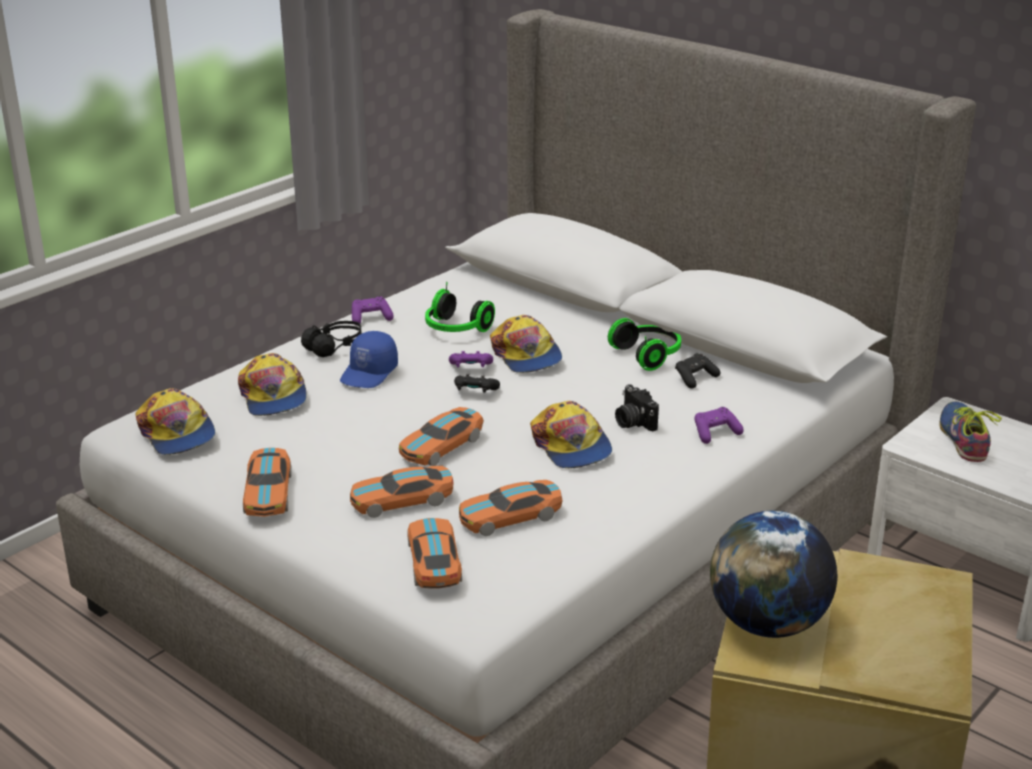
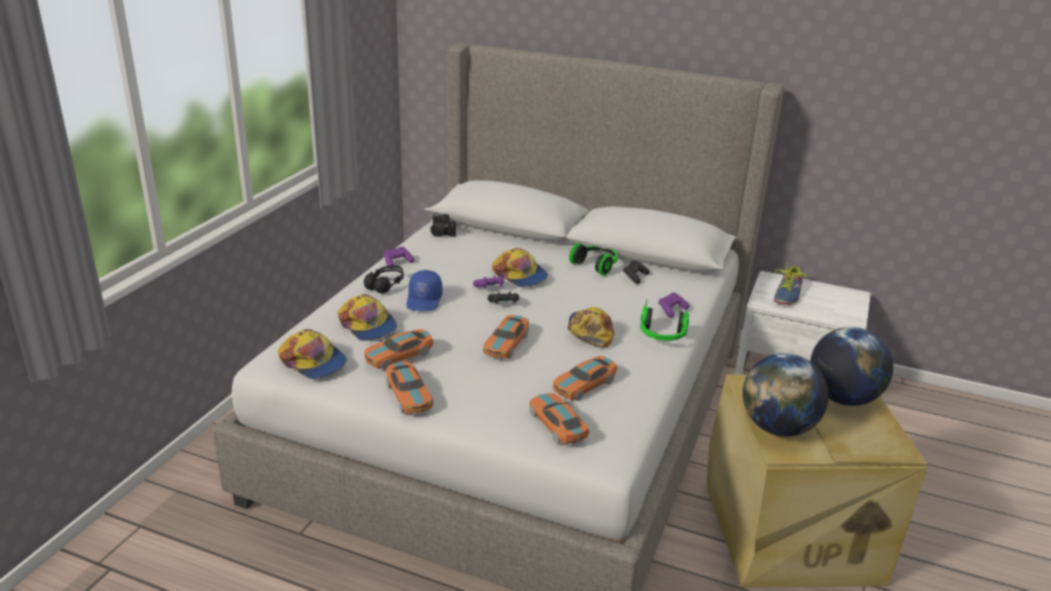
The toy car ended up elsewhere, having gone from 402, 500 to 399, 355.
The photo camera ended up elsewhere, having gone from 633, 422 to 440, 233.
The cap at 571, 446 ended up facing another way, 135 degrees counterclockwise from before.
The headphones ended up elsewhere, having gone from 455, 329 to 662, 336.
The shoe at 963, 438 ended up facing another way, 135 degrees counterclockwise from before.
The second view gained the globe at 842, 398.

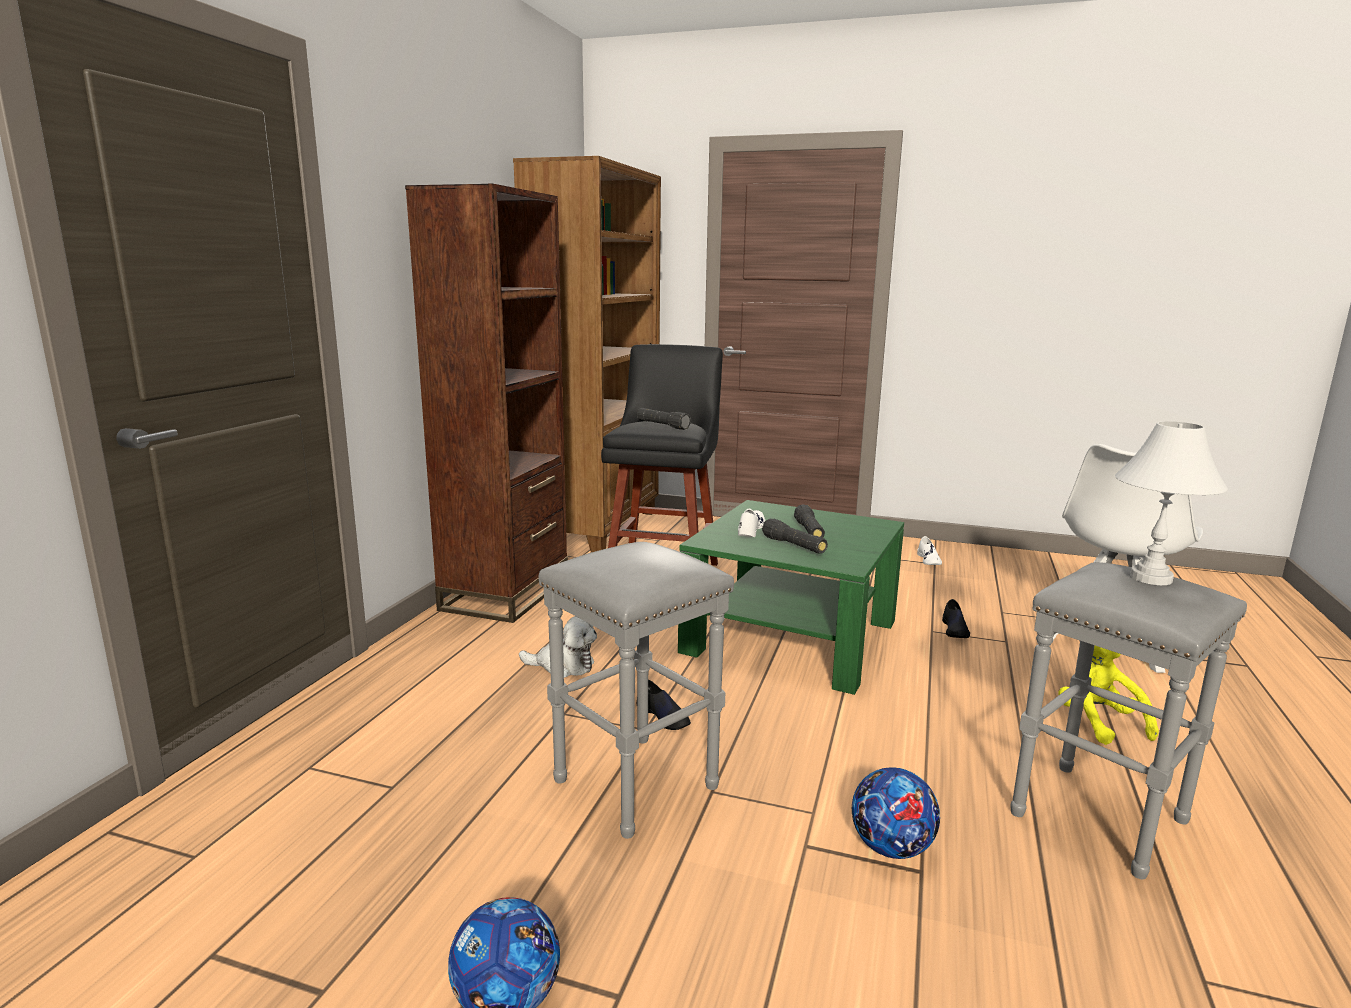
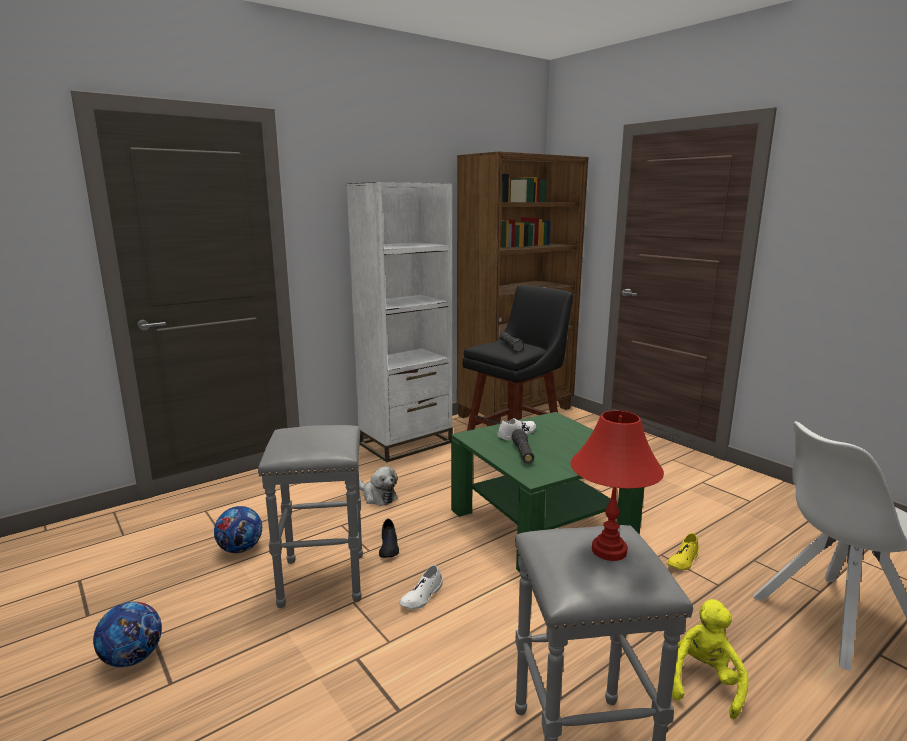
The football ended up elsewhere, having gone from 891, 848 to 240, 549.
What was the brown bookcase at 506, 594 turned into the white bookcase at 406, 443.
The white shoe ended up elsewhere, having gone from 929, 560 to 422, 596.
What was the white table lamp at 1150, 578 turned into the red table lamp at 608, 550.
What was the black shoe at 955, 630 turned into the yellow shoe at 683, 560.
The second view lost the black flashlight at 809, 532.

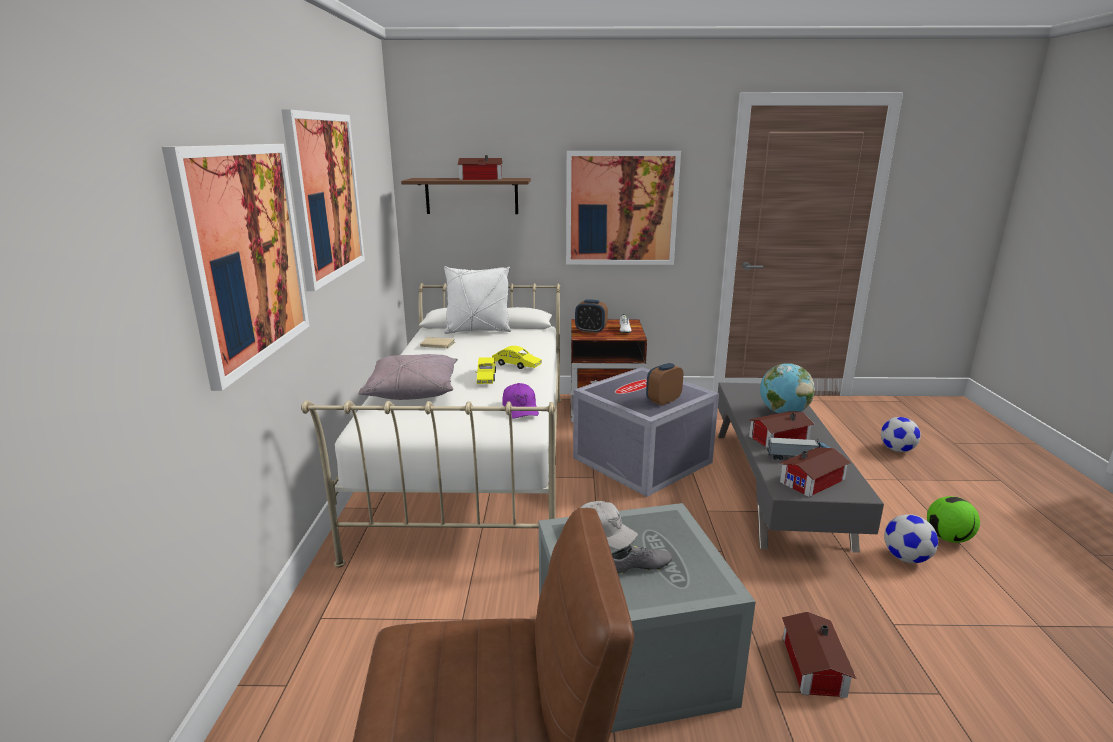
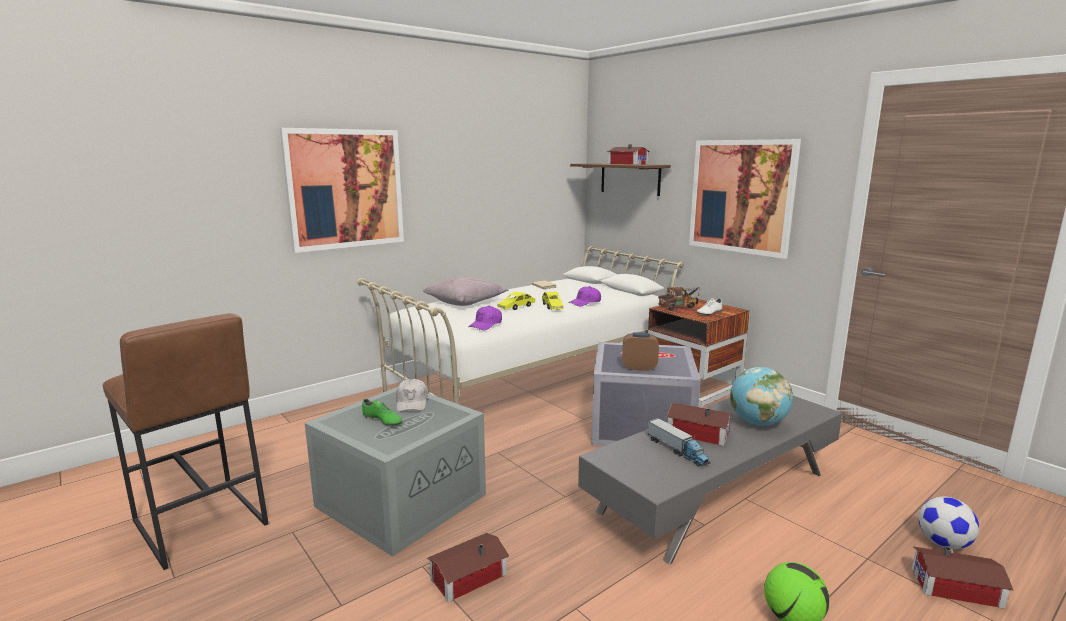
What was the grey shoe at 637, 568 turned into the green shoe at 382, 421.
The second view gained the purple cap at 585, 303.
Where the alarm clock stood at 590, 331, the toy truck came to stand at 680, 307.
The toy house ended up elsewhere, having gone from 814, 481 to 959, 589.
The second view lost the picture at 325, 196.
The second view lost the white pillow at 478, 331.
The second view lost the football at 906, 558.

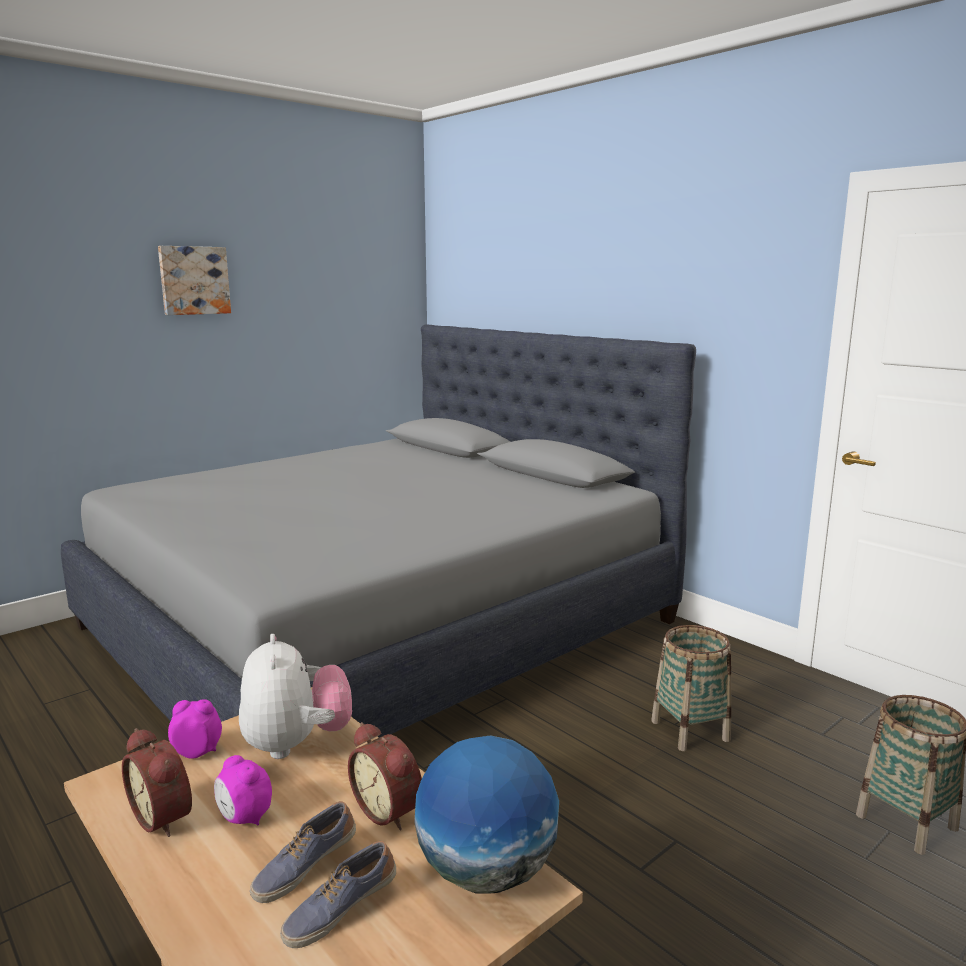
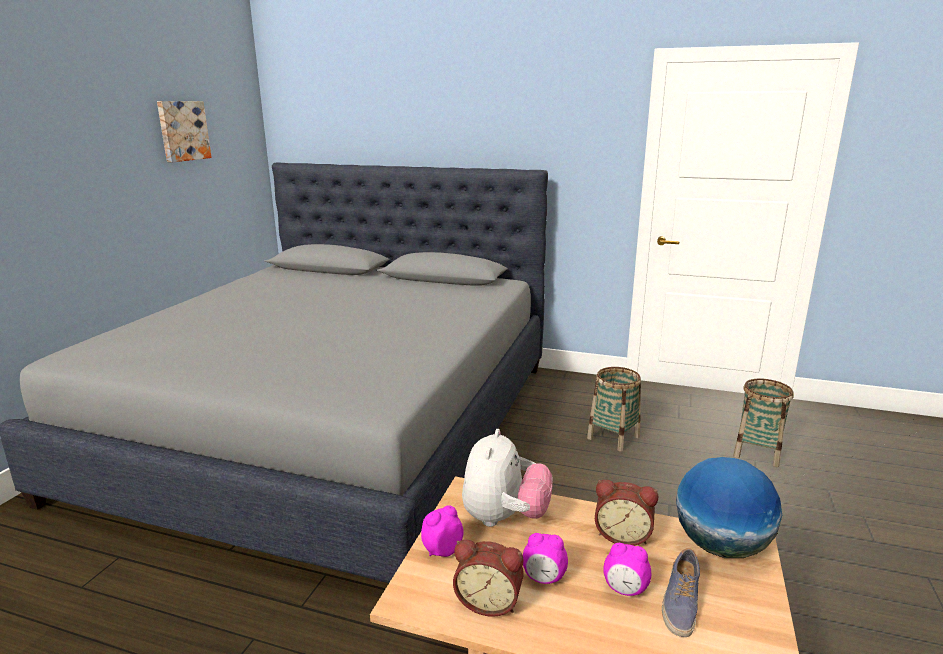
The picture ended up elsewhere, having gone from 194, 280 to 182, 131.
The plush toy at 296, 744 ended up facing another way, 60 degrees clockwise from before.
Where the shoe stood at 304, 867, the alarm clock came to stand at 625, 590.

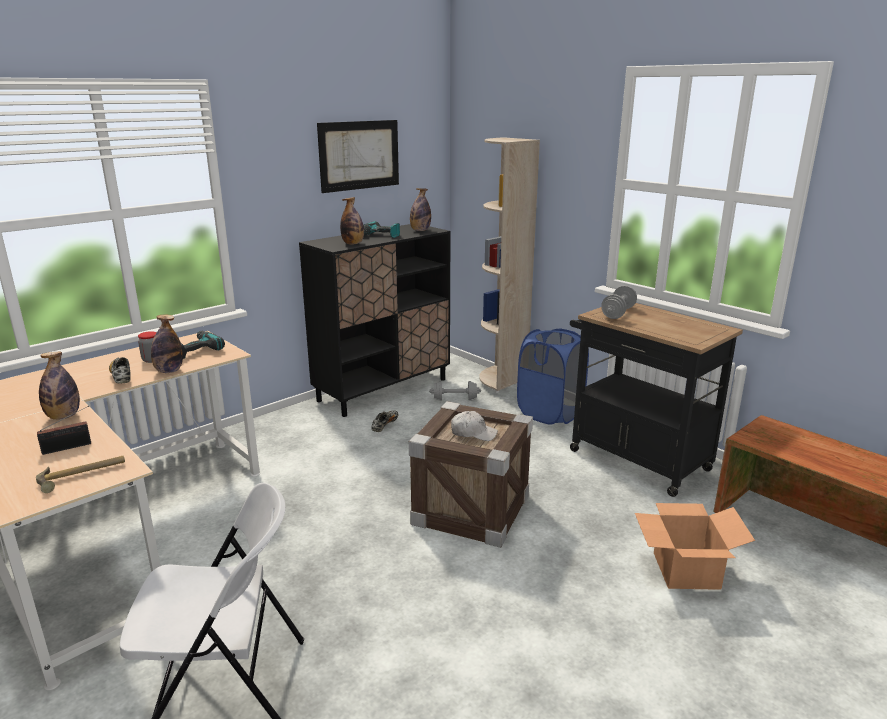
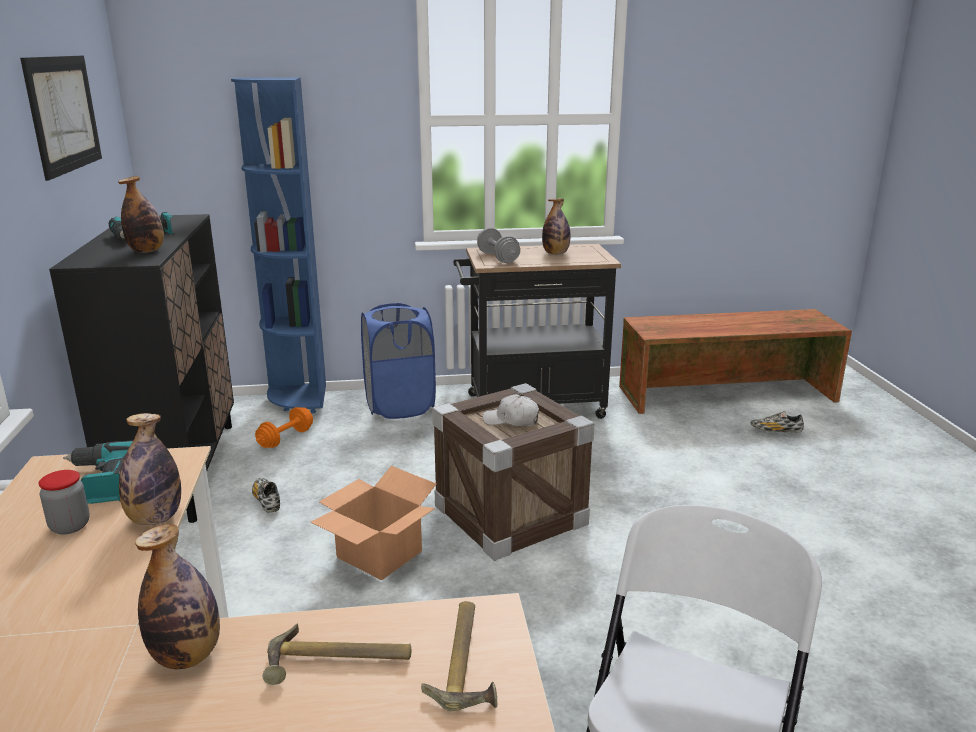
What was the beige bookcase at 498, 384 turned into the blue bookcase at 298, 404.
What was the grey dumbbell at 455, 399 turned into the orange dumbbell at 286, 438.
Where the radio stood at 70, 447, the hammer came to stand at 338, 662.
The cardboard box ended up elsewhere, having gone from 687, 571 to 380, 554.
The white cap at 473, 433 ended up facing another way, 120 degrees counterclockwise from before.
The bottle ended up elsewhere, having gone from 420, 230 to 555, 254.
The shoe ended up elsewhere, having gone from 121, 376 to 776, 431.

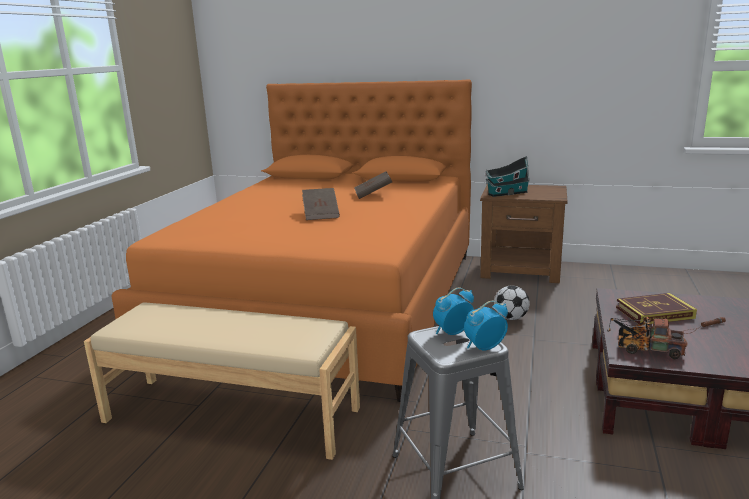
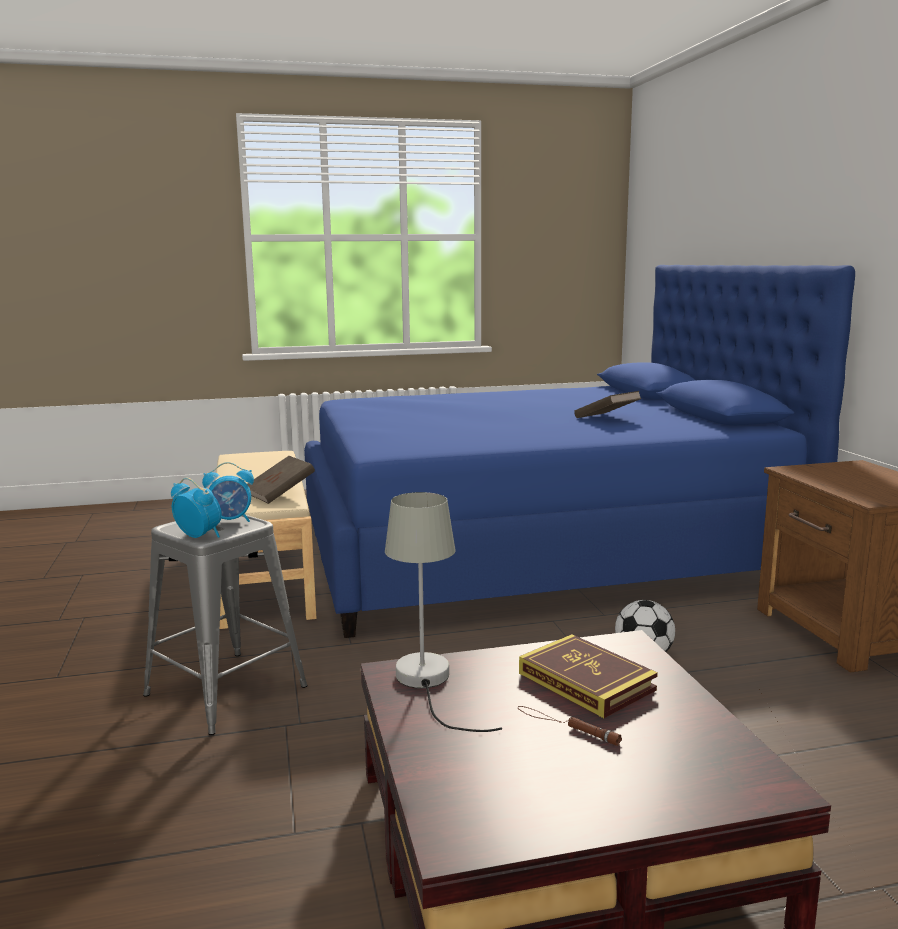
The alarm clock at 452, 332 ended up facing another way, 135 degrees clockwise from before.
The brown book ended up elsewhere, having gone from 321, 214 to 280, 494.
What was the orange bed at 329, 302 turned into the blue bed at 536, 548.
Where the toy truck stood at 644, 349, the grey table lamp came to stand at 428, 683.
The second view lost the toy house at 506, 193.

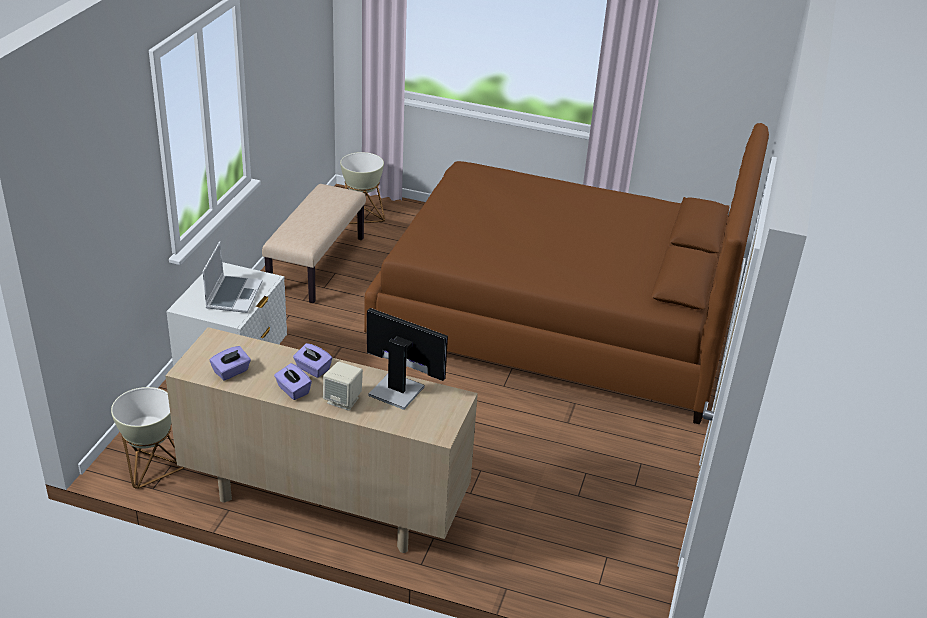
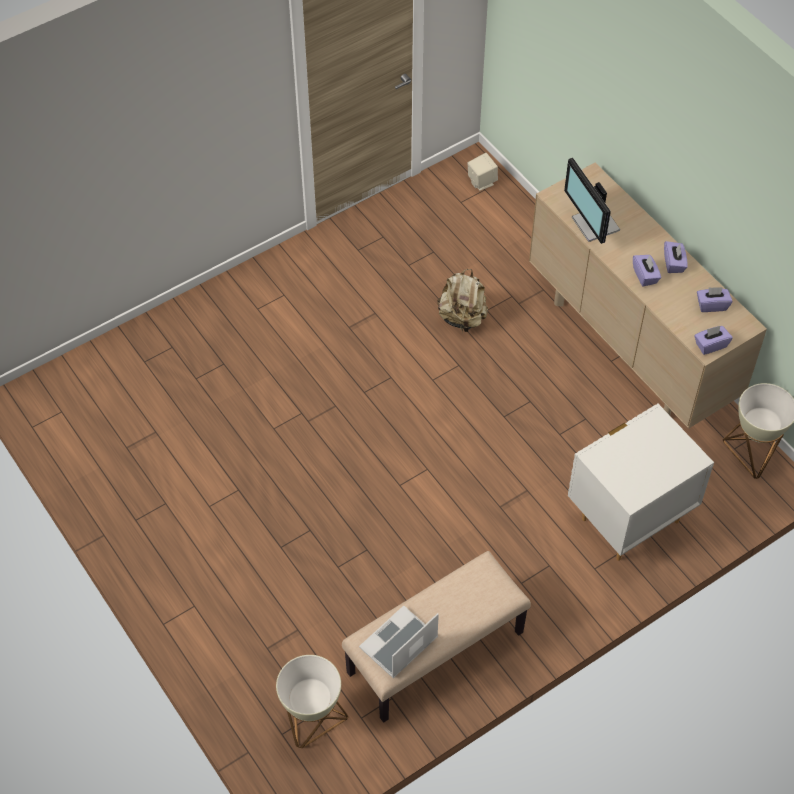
The laptop ended up elsewhere, having gone from 233, 295 to 398, 644.
The second view gained the beige backpack at 462, 318.
The beige speaker ended up elsewhere, having gone from 343, 400 to 481, 182.
The second view gained the purple tissue box at 710, 345.
The second view lost the brown bed at 557, 318.

